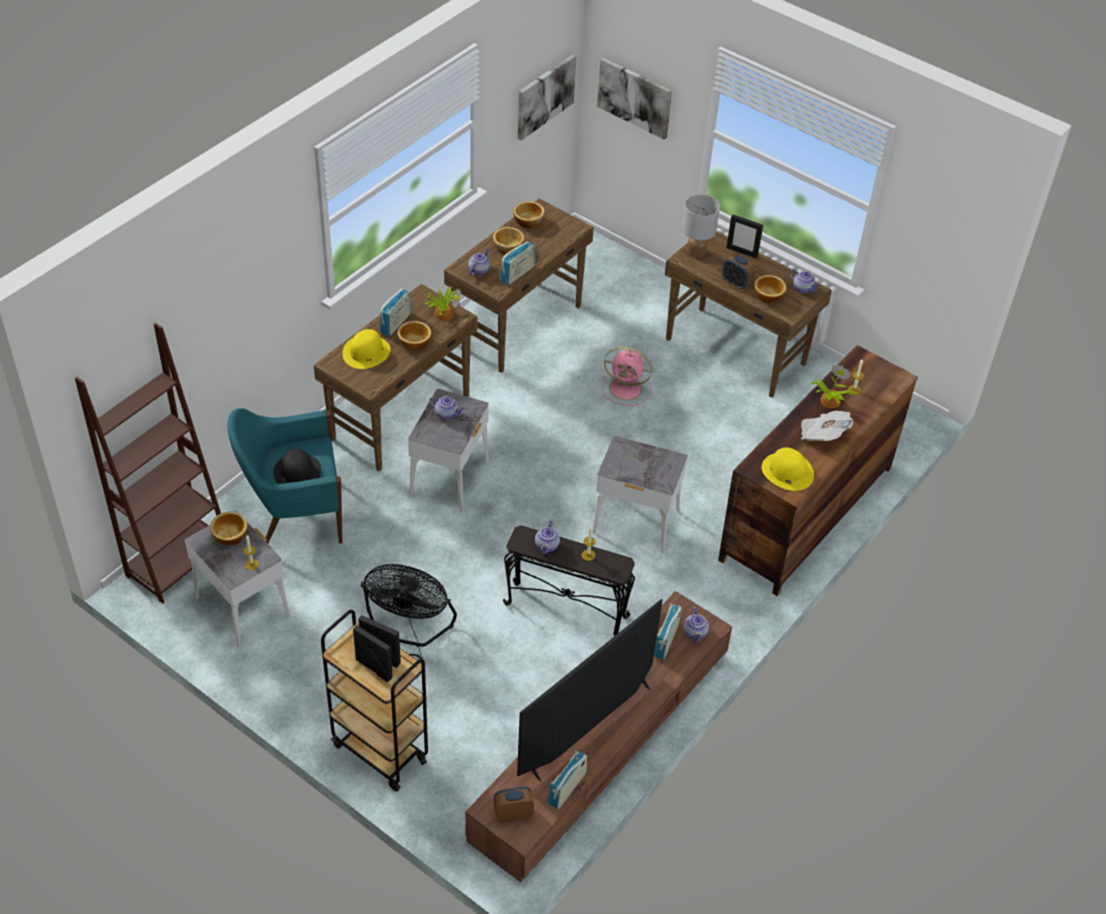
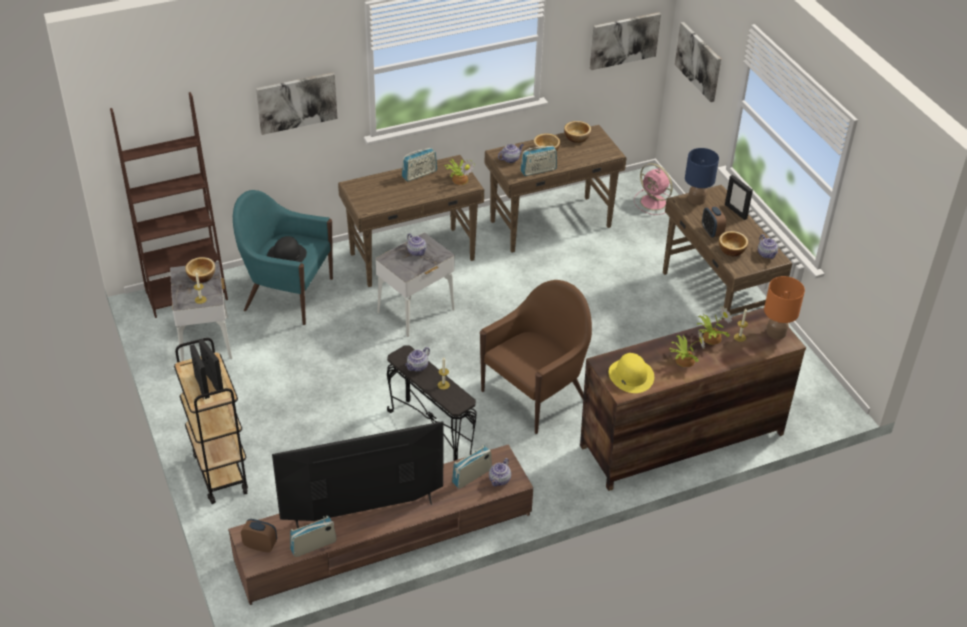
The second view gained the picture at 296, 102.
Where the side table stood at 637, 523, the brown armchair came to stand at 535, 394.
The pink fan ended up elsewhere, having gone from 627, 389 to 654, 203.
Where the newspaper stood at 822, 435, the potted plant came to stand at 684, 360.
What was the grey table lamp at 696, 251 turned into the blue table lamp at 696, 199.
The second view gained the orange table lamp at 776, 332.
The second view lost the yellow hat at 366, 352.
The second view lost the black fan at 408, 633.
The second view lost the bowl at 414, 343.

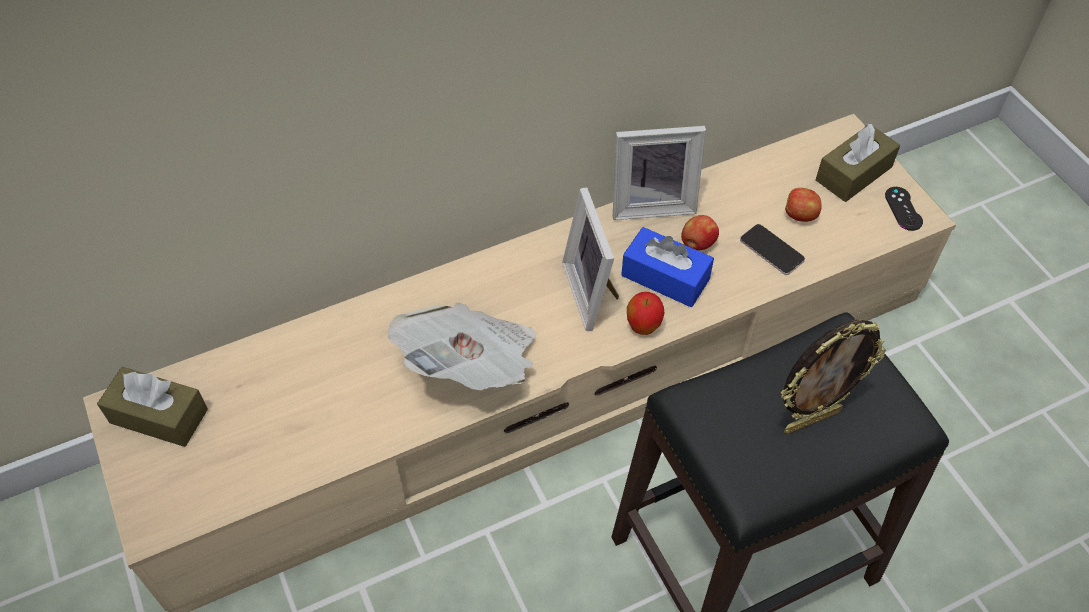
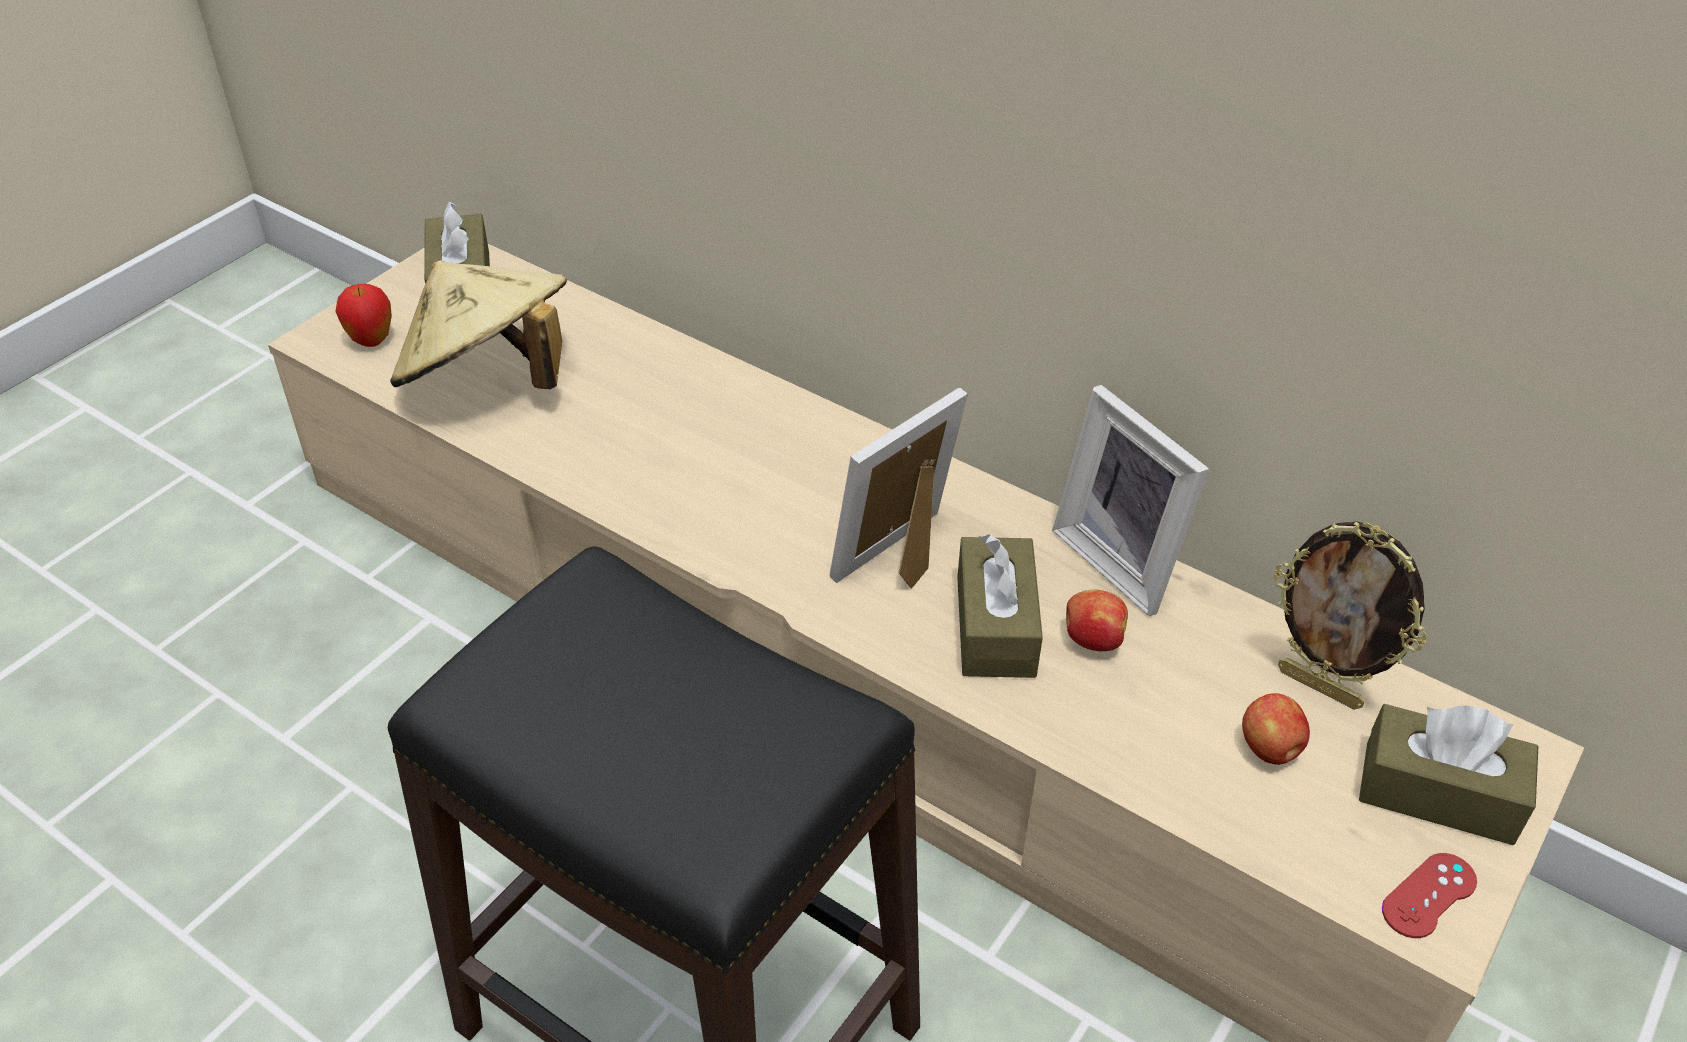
The apple ended up elsewhere, having gone from 643, 327 to 371, 341.
The second view gained the beige hat at 489, 381.
What was the blue tissue box at 665, 277 turned into the brown tissue box at 995, 626.
The picture frame ended up elsewhere, having gone from 811, 419 to 1320, 687.
What was the black game controller at 903, 209 turned into the red game controller at 1429, 895.
The second view lost the newspaper at 471, 365.
The second view lost the phone at 771, 250.

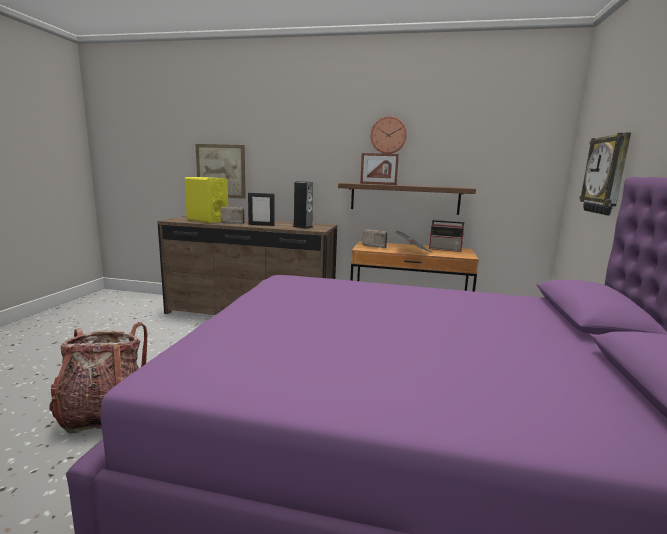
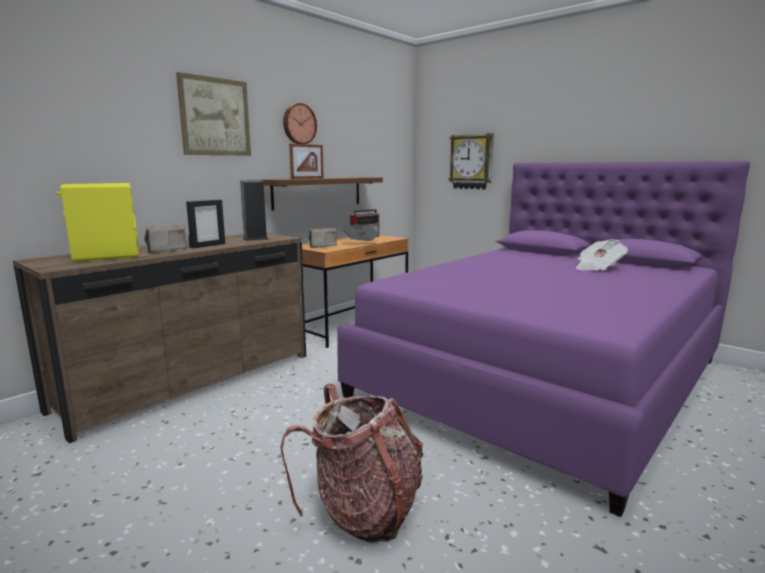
The picture ended up elsewhere, having gone from 221, 171 to 215, 117.
The second view gained the newspaper at 598, 268.

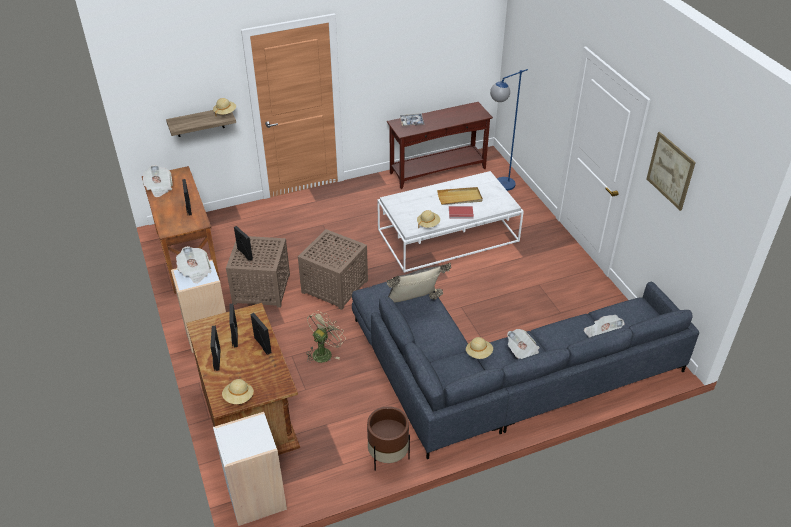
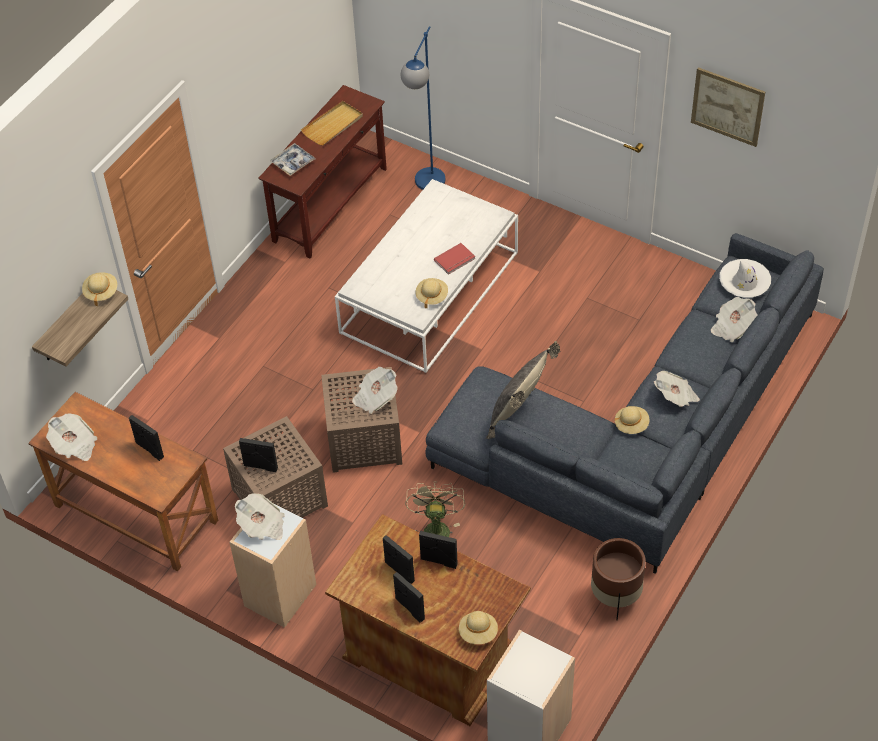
The beige tray ended up elsewhere, having gone from 460, 198 to 333, 125.
The second view gained the newspaper at 375, 397.
The second view gained the white hat at 744, 282.

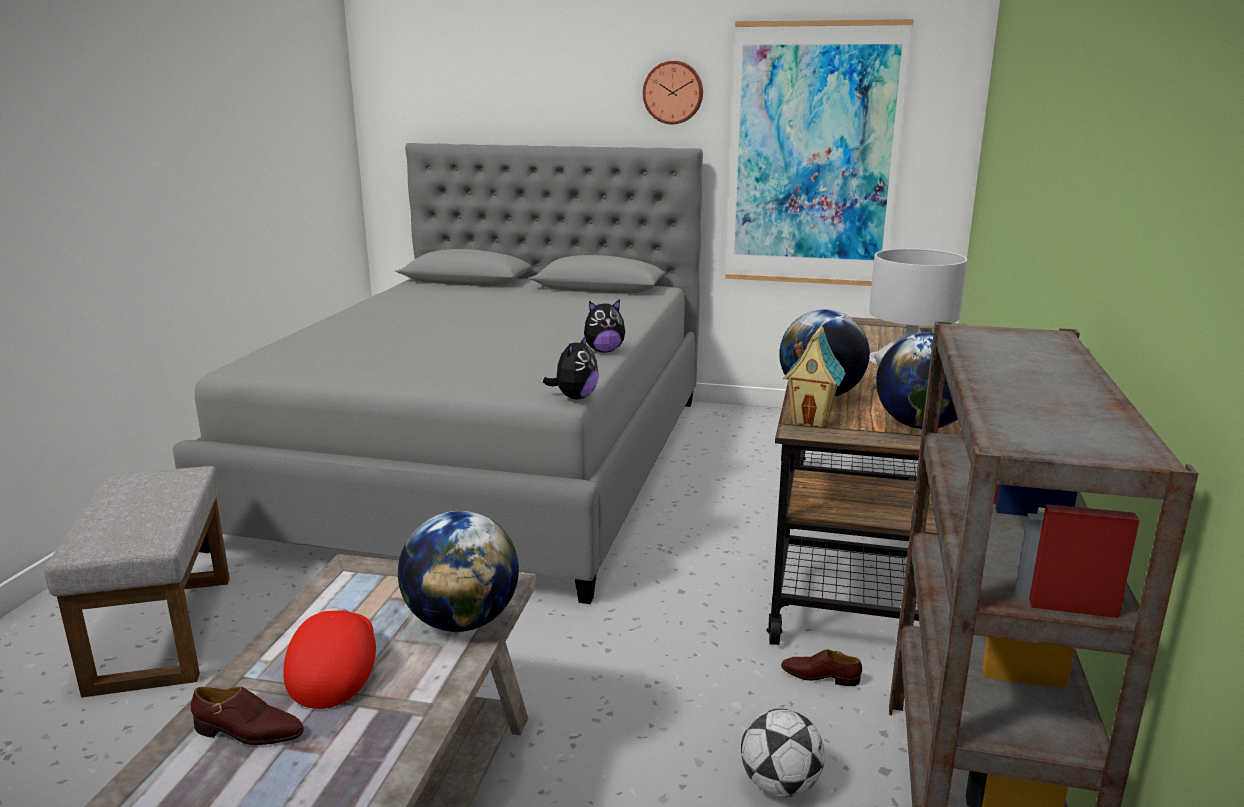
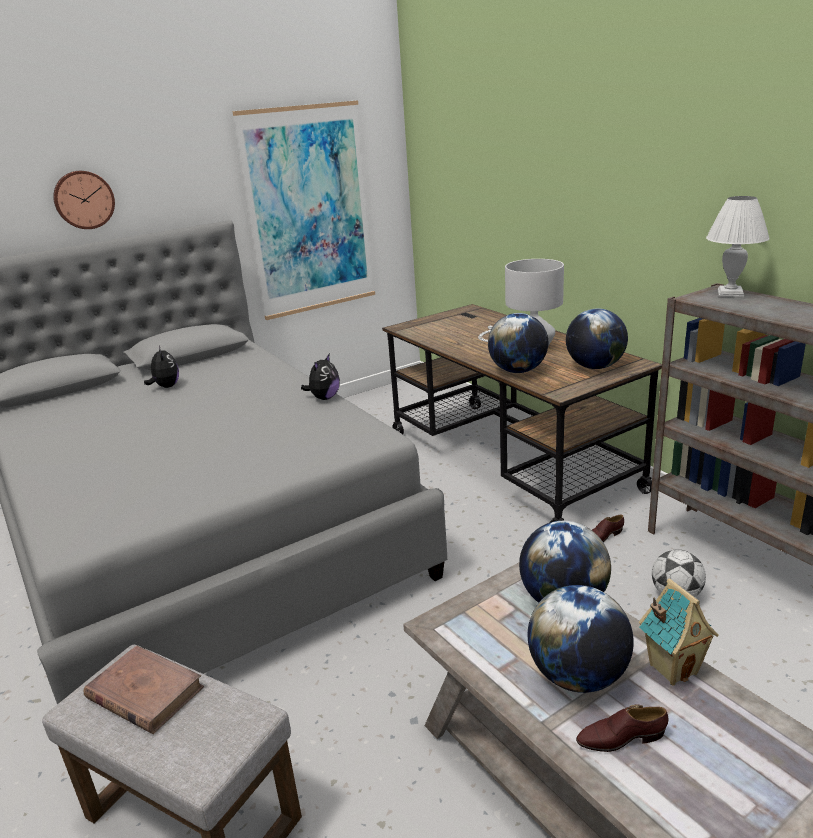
The wall clock ended up elsewhere, having gone from 673, 92 to 83, 199.
The second view gained the brown book at 145, 693.
The plush toy ended up elsewhere, having gone from 575, 397 to 166, 387.
Where the red cap stood at 334, 673, the globe came to stand at 578, 676.
The brown shoe at 248, 732 ended up facing another way, 150 degrees counterclockwise from before.
The toy house ended up elsewhere, having gone from 812, 420 to 672, 668.
The second view gained the white table lamp at 730, 293.

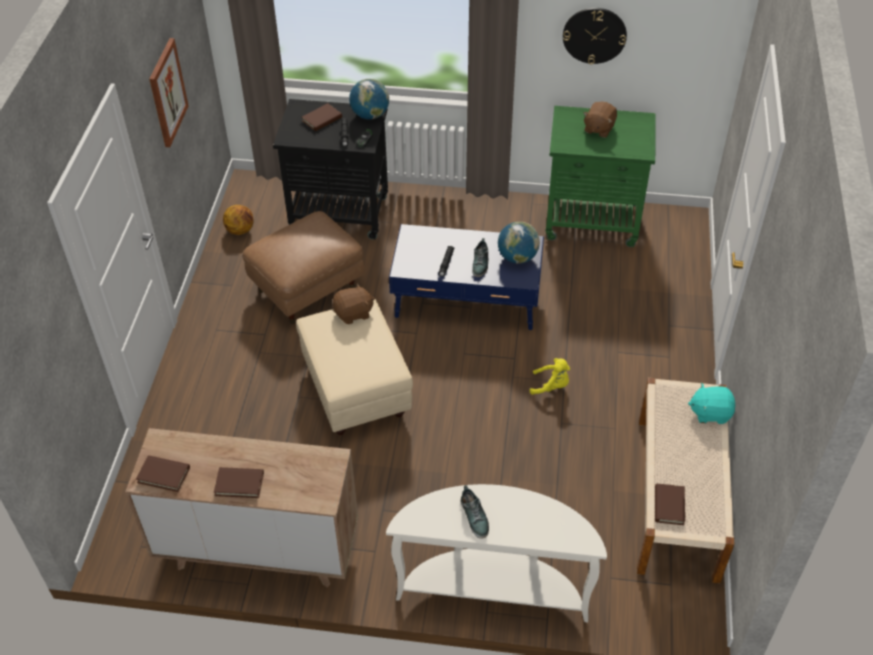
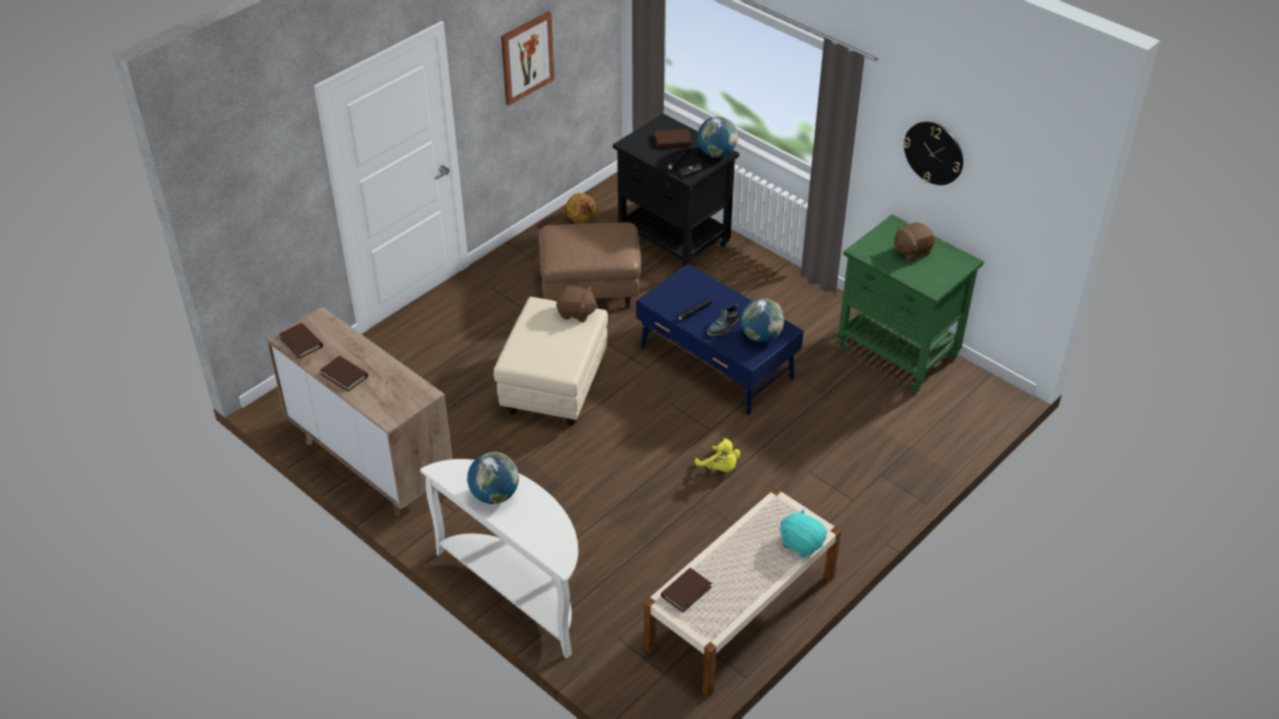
Where the shoe stood at 475, 517, the globe came to stand at 494, 495.

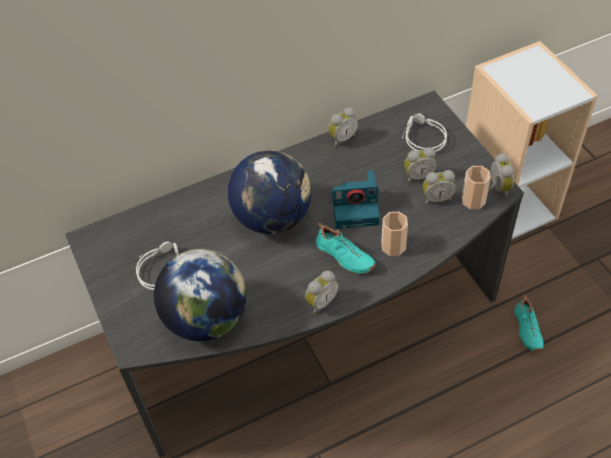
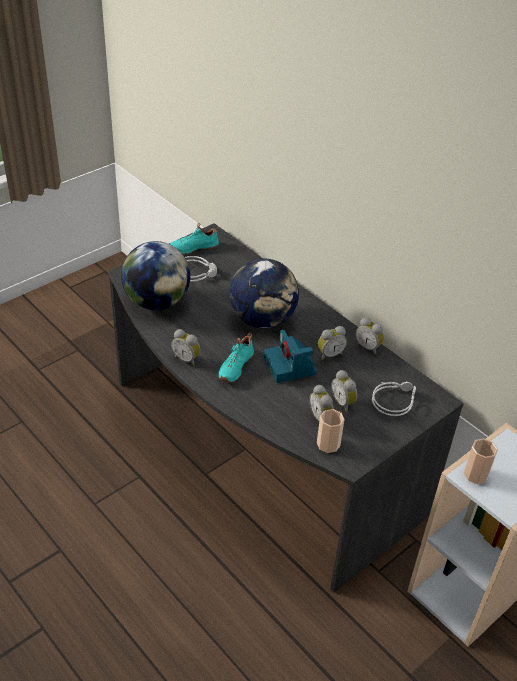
The turquoise shoe ended up elsewhere, having gone from 526, 330 to 193, 247.
The alarm clock ended up elsewhere, having gone from 497, 188 to 329, 354.
The cup ended up elsewhere, having gone from 393, 246 to 476, 474.

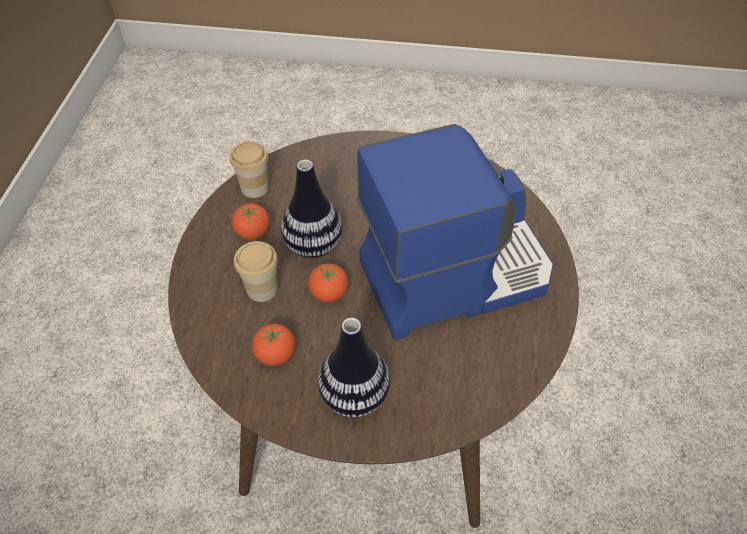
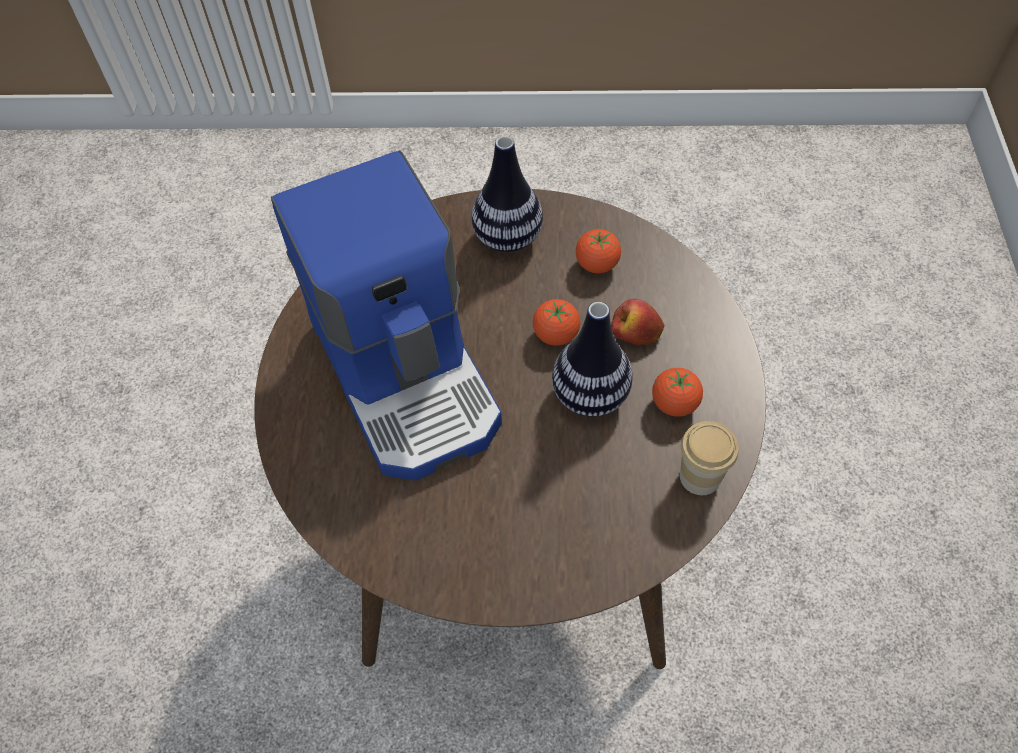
The coffee machine at 453, 275 ended up facing another way, 90 degrees counterclockwise from before.
Where the cup stood at 262, 289, the apple came to stand at 636, 331.

